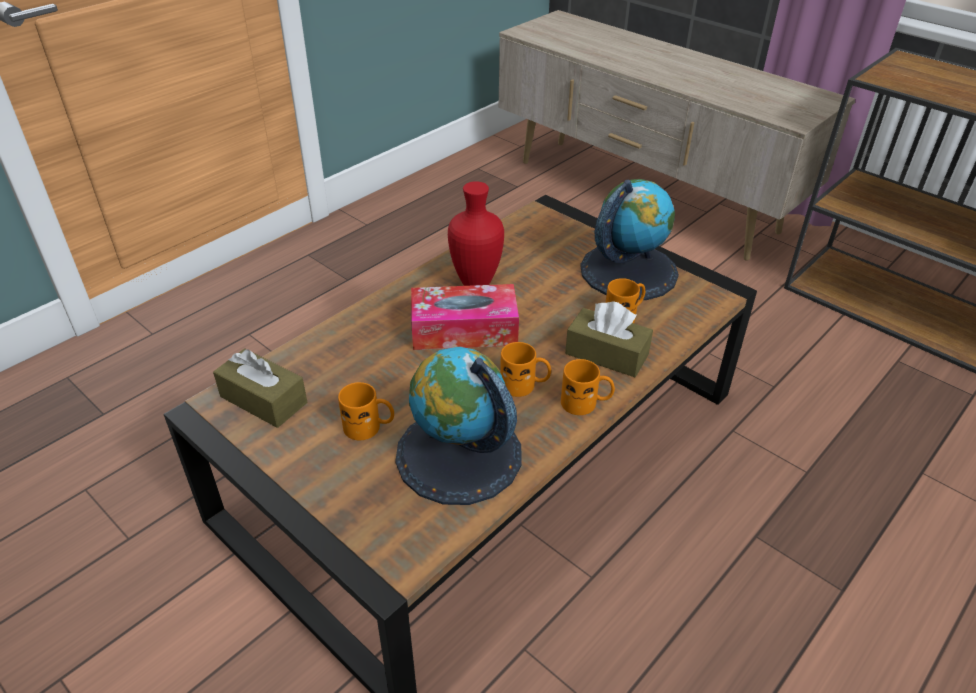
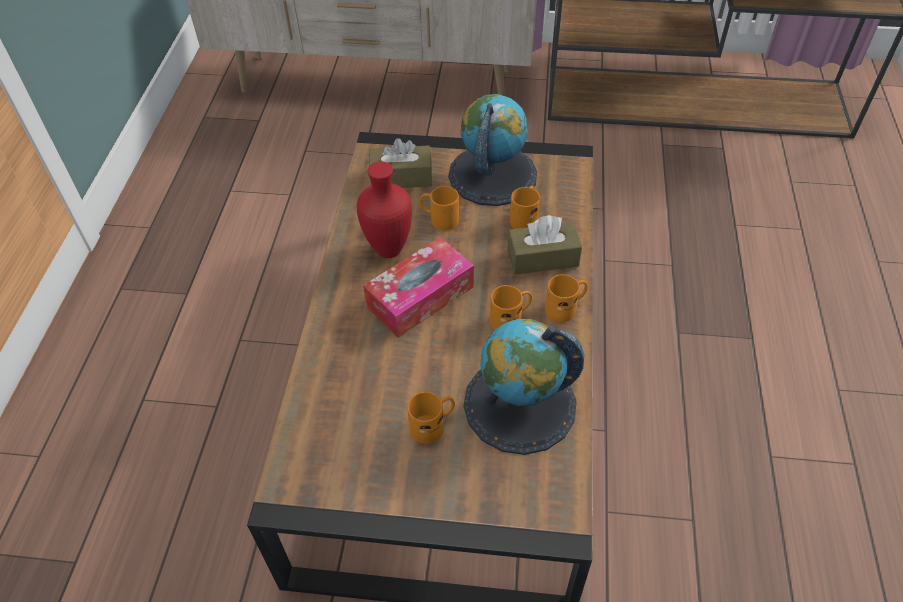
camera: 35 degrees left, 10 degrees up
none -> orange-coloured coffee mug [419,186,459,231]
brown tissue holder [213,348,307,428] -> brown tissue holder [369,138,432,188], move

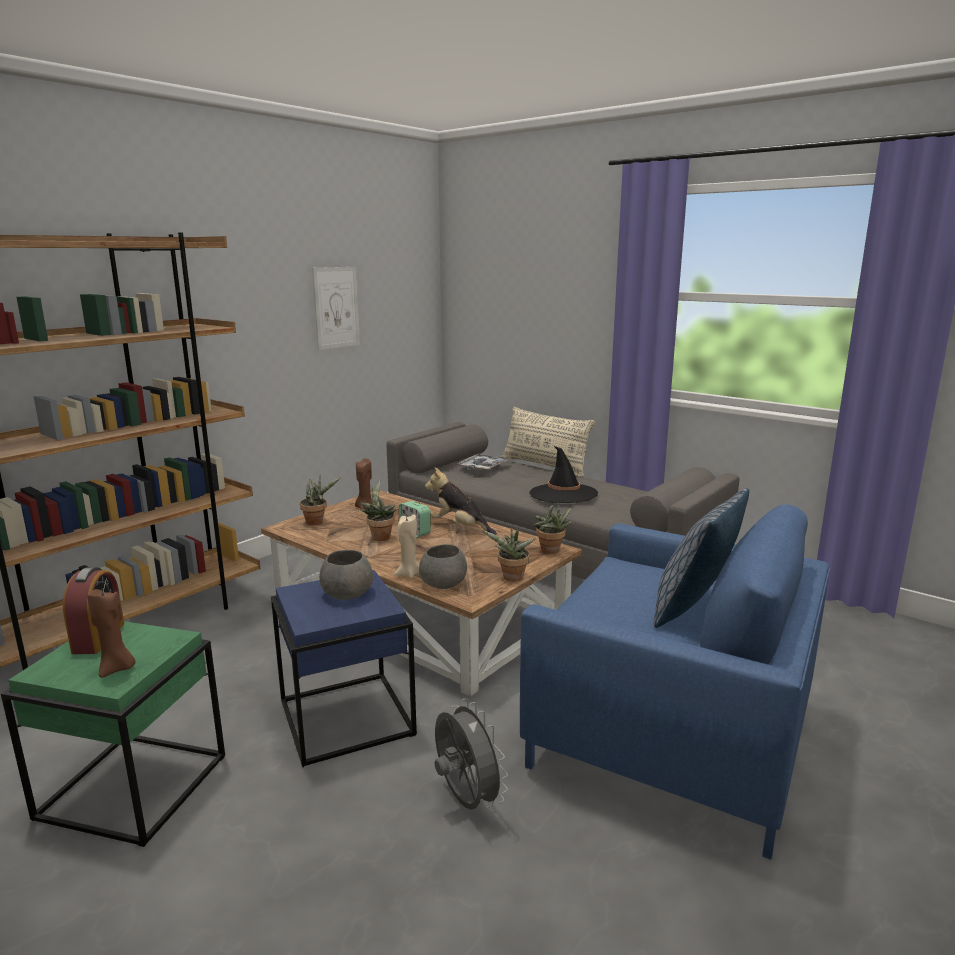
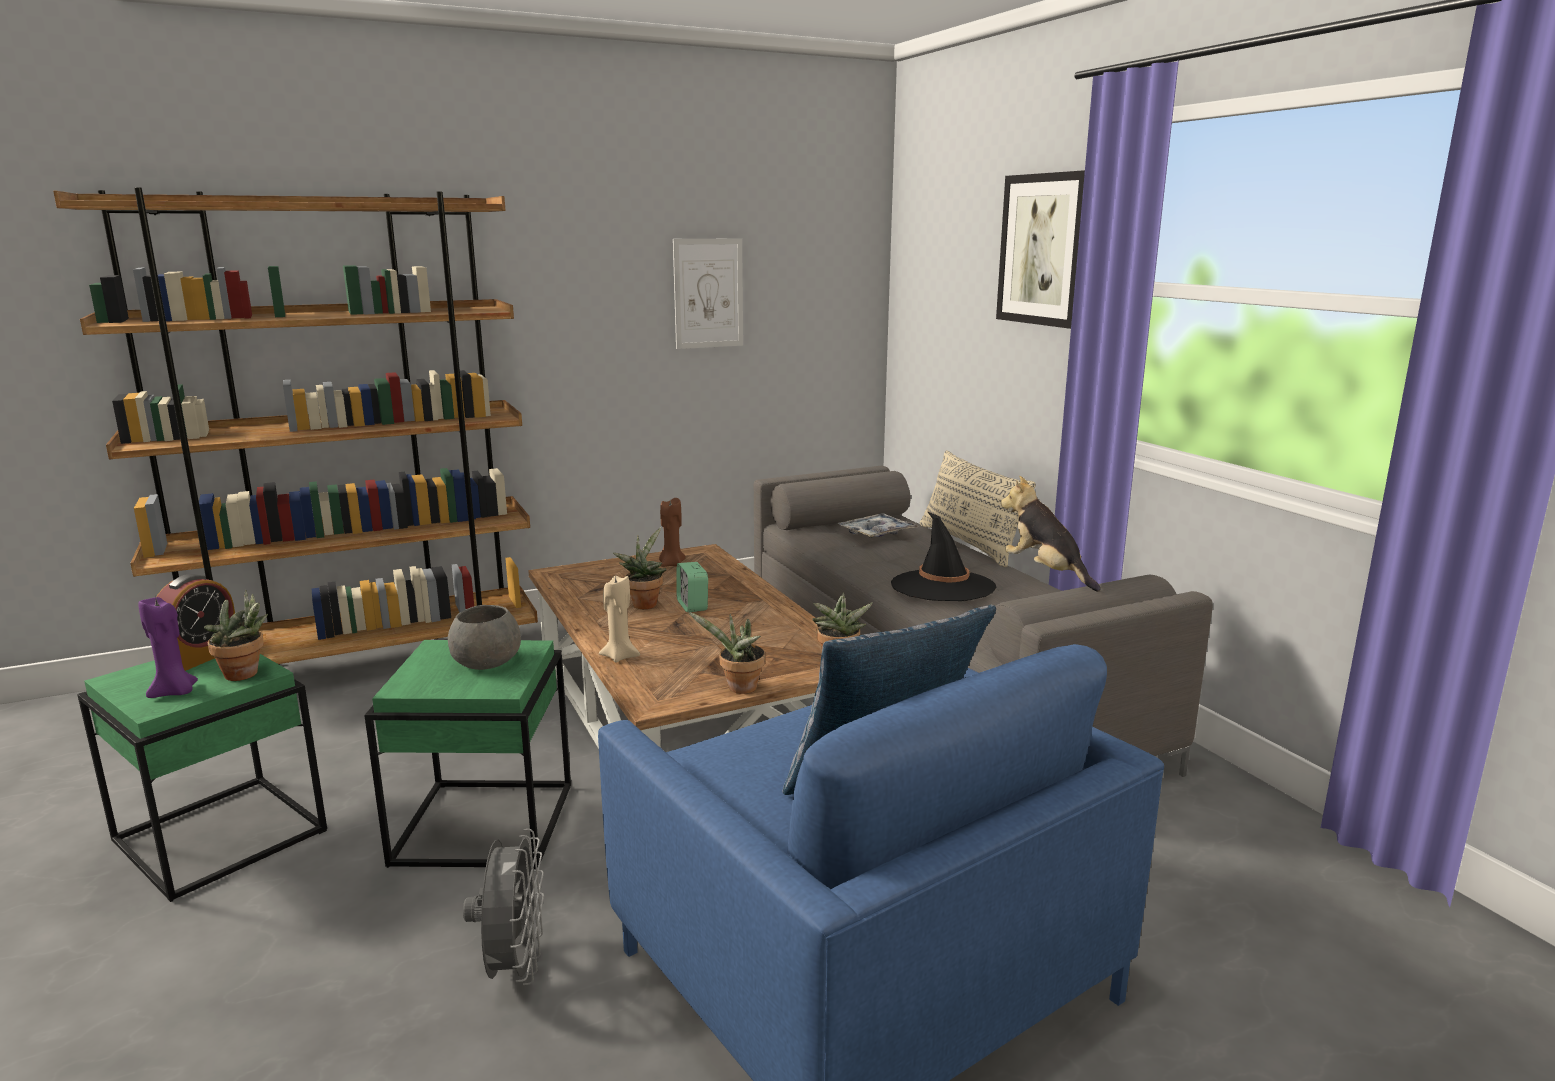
camera: 25 degrees right, 0 degrees up
gray bowl [419,544,467,589] -> none
none -> wall art [996,170,1085,329]
plant in a pot [300,476,340,525] -> plant in a pot [204,590,268,681], move
soft toy [425,467,497,535] -> soft toy [1001,476,1101,591], move
brown wax light [88,589,136,678] -> purplish wax light [138,596,198,698]
blue side table [271,570,417,767] -> greenish side table [364,640,571,869]

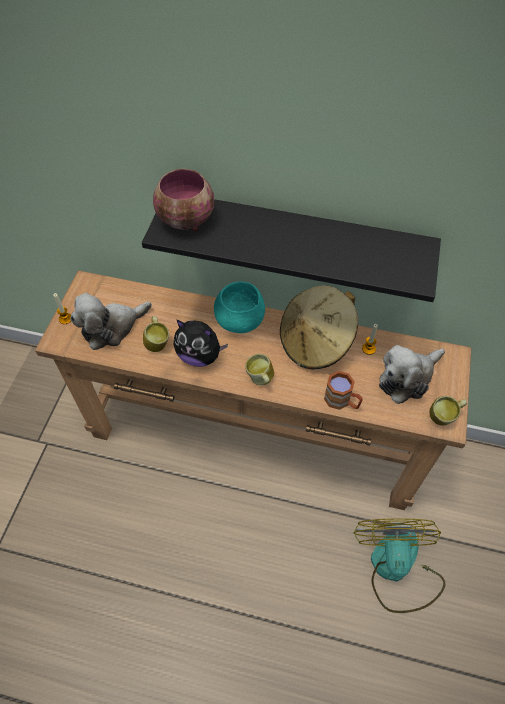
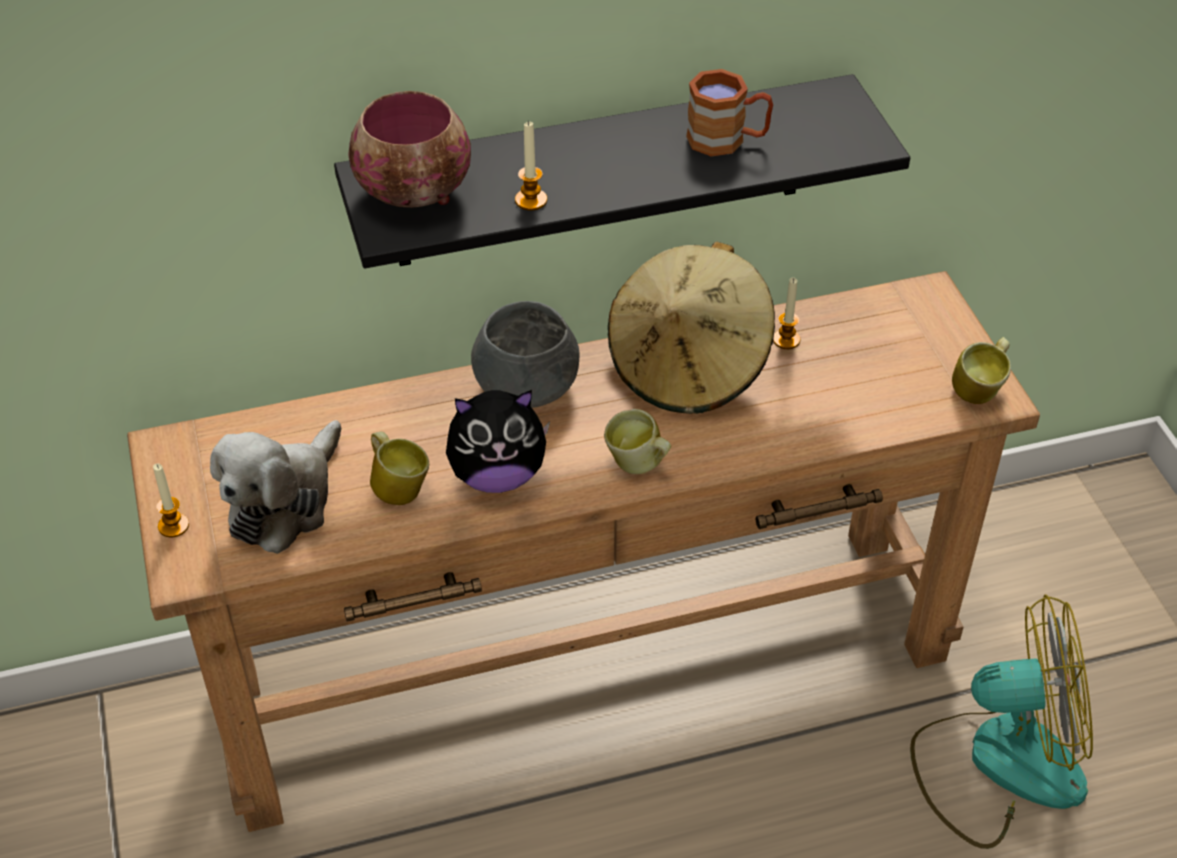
camera: 30 degrees left, 10 degrees down
soft toy [379,345,445,404] -> none
none -> wax light [515,121,547,210]
brown coffee mug [324,371,363,410] -> brown coffee mug [686,69,773,156], move
turquoise bowl [214,282,265,333] -> gray bowl [471,301,579,408]
electric fan [354,518,446,613] -> electric fan [910,594,1093,849], 120 degrees clockwise

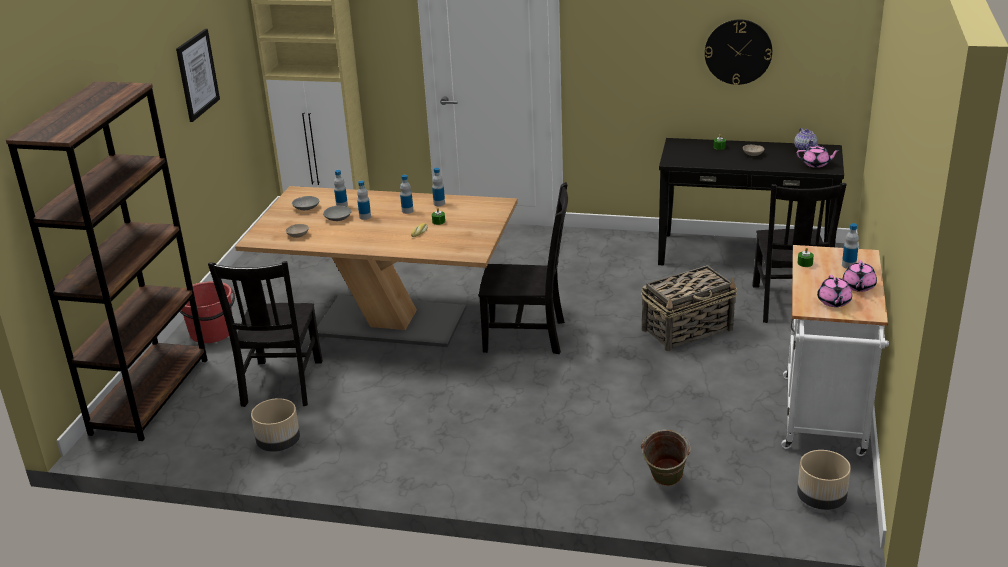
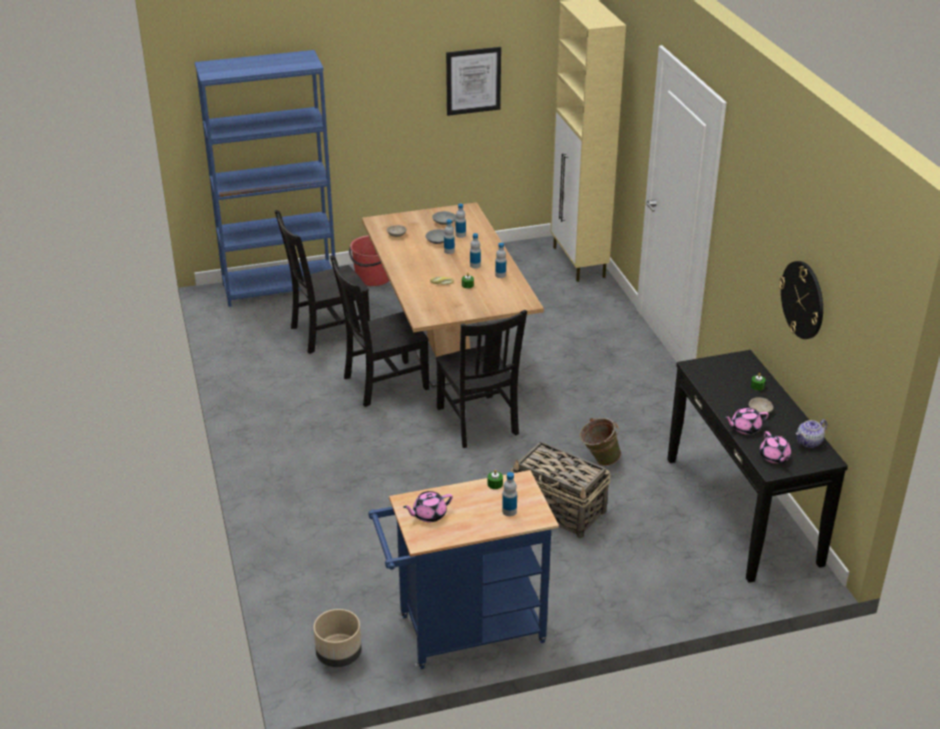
camera: 60 degrees right, 5 degrees up
beige-coloured flower pot [251,398,300,452] -> none
greenish pail [641,430,691,486] -> greenish pail [580,418,621,466], move
black plain chair [752,183,847,323] -> black plain chair [330,256,429,407], move
pink pot for tea [843,260,877,292] -> pink pot for tea [724,407,769,435], move
brown bookshelf [6,81,208,441] -> blue bookshelf [195,50,335,307]
white wheeled cart [782,245,889,456] -> blue wheeled cart [368,470,559,669]

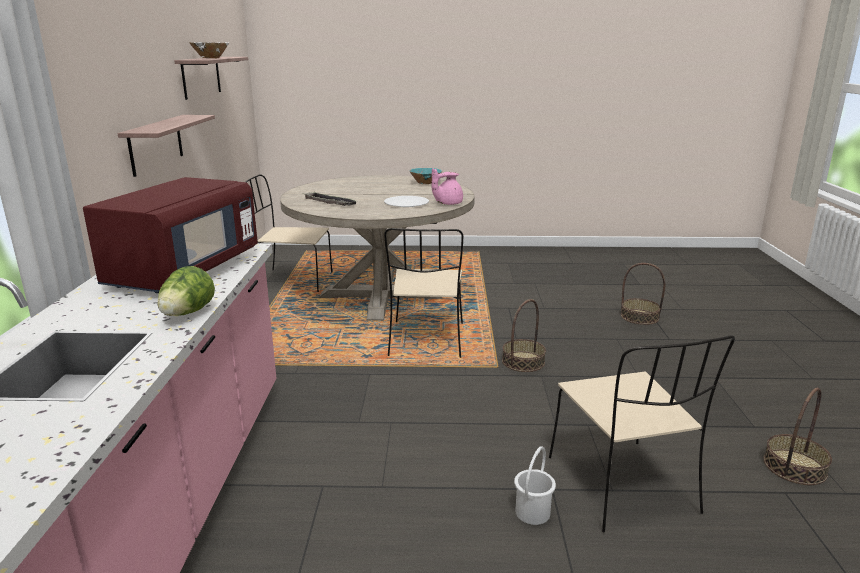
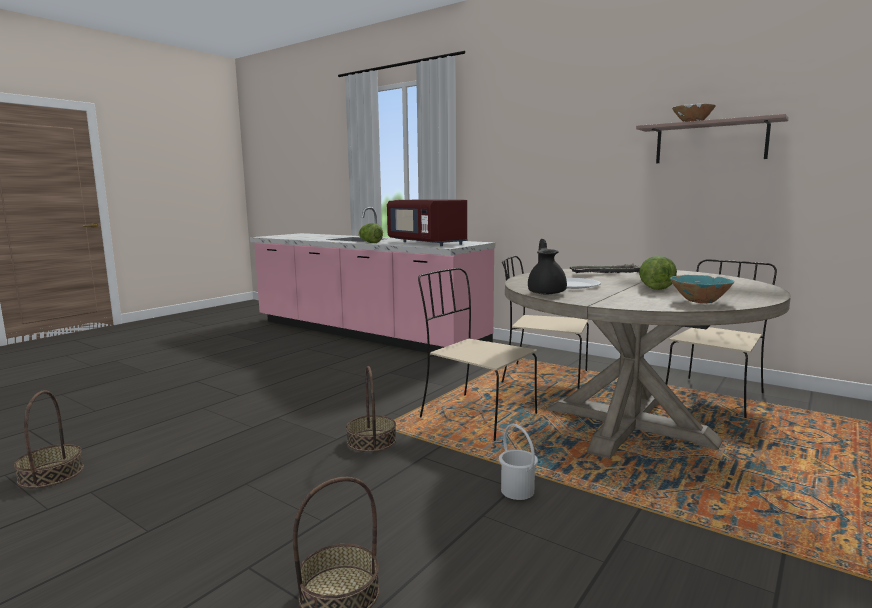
camera: 125 degrees right, 10 degrees down
wall shelf [117,115,215,177] -> none
none -> head of lettuce [639,256,677,290]
white pail [514,446,556,525] -> white pail [499,424,538,500], move
beige-coloured plain chair [549,335,735,532] -> beige-coloured plain chair [502,256,589,389], move
pink pot for tea [432,169,463,205] -> black pot for tea [528,239,567,294]

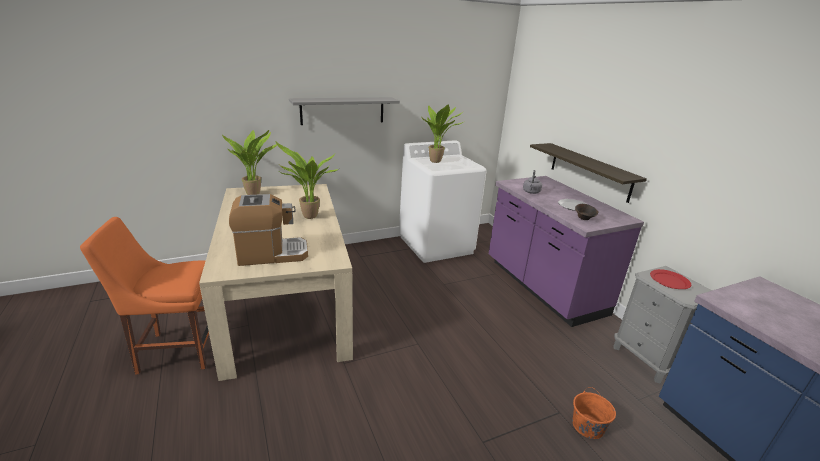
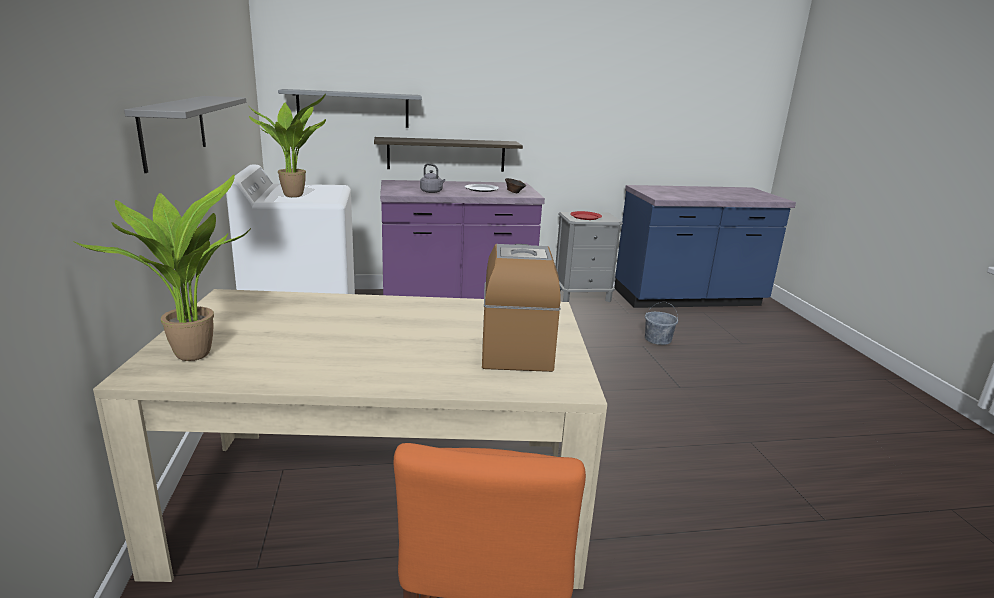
camera: 75 degrees left, 5 degrees down
plant in a pot [275,141,339,219] -> none
none -> gray wall shelf [278,89,422,128]
orange-coloured pail [572,387,616,439] -> gray pail [645,302,678,345]

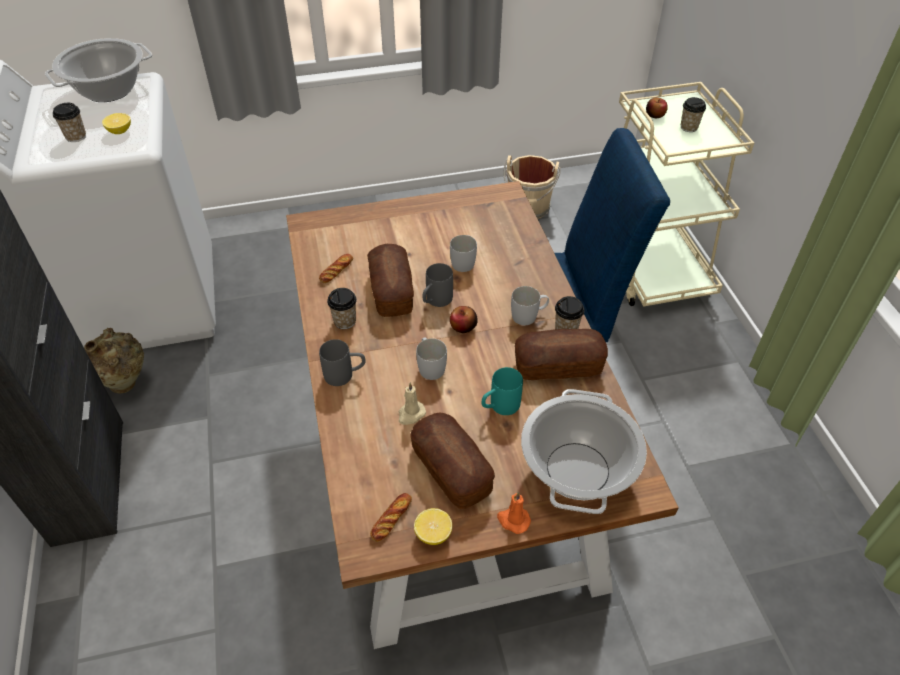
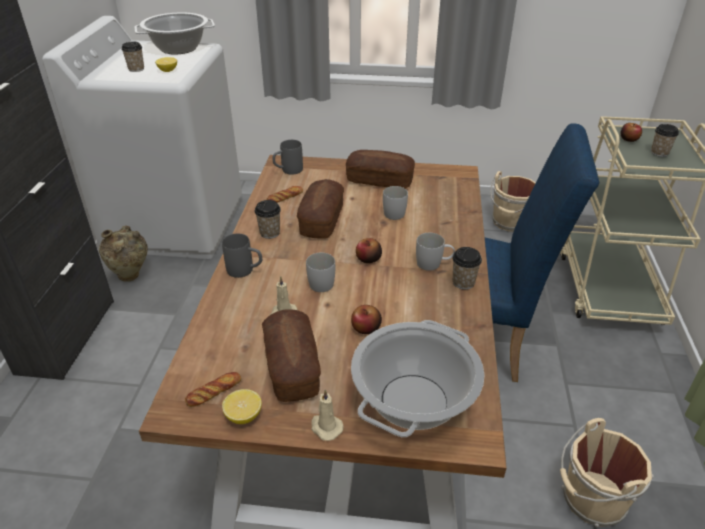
camera: 20 degrees right, 10 degrees down
none -> beige-coloured pail [560,418,654,527]
gray coffee mug [422,263,453,307] -> gray coffee mug [272,140,303,175], move
bread [515,329,608,380] -> bread [346,150,415,189], move
turquoise coffee mug [482,367,523,415] -> whole apple [351,305,382,334]
orange-coloured wax light [497,492,531,534] -> beige-coloured wax light [311,389,343,441]

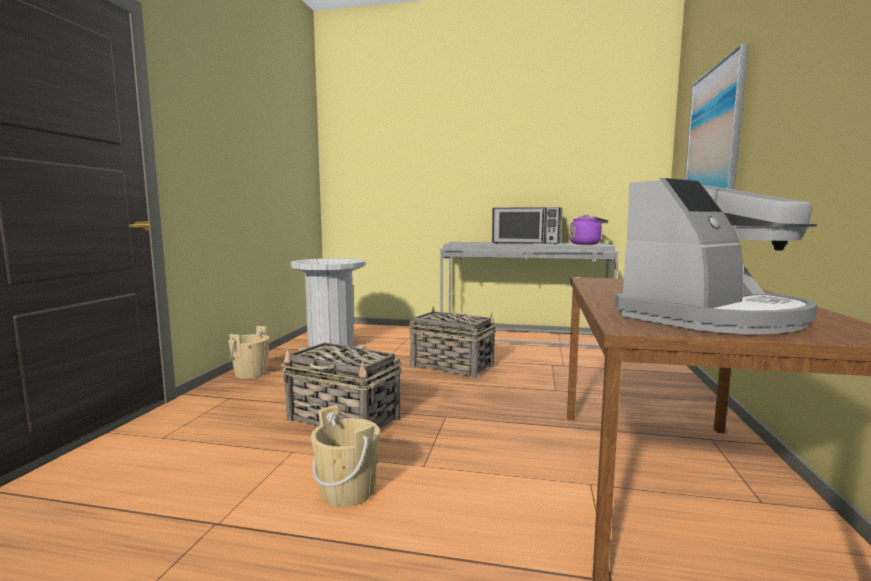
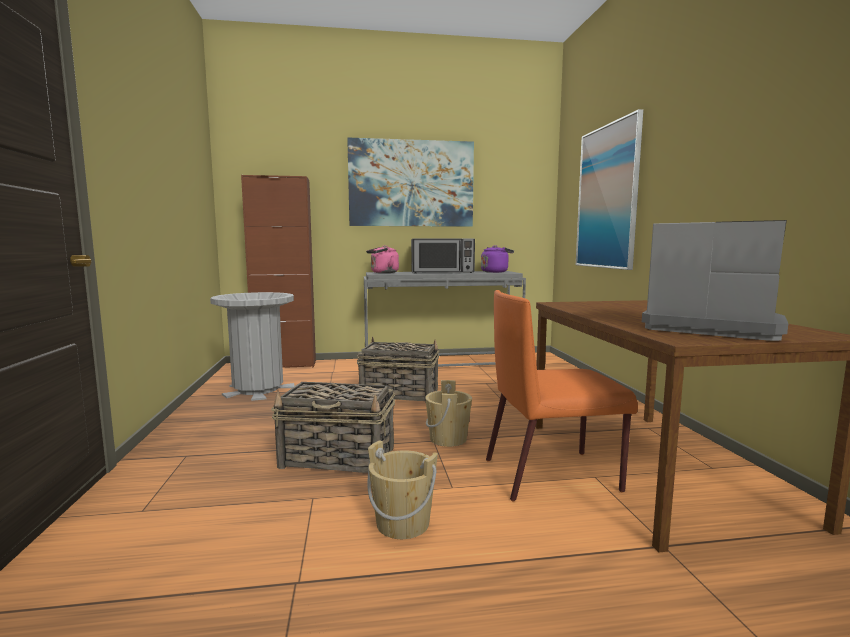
camera: 20 degrees left, 0 degrees up
none -> brown cupboard [241,175,316,368]
none -> wall art [347,137,474,227]
none -> pink tea kettle [366,245,399,273]
none -> orange-coloured plain chair [486,290,638,501]
beige-coloured pail [228,326,270,379] -> beige-coloured pail [425,380,472,447], move
coffee machine [615,178,818,334] -> coffee machine [642,220,788,341], 90 degrees counterclockwise

